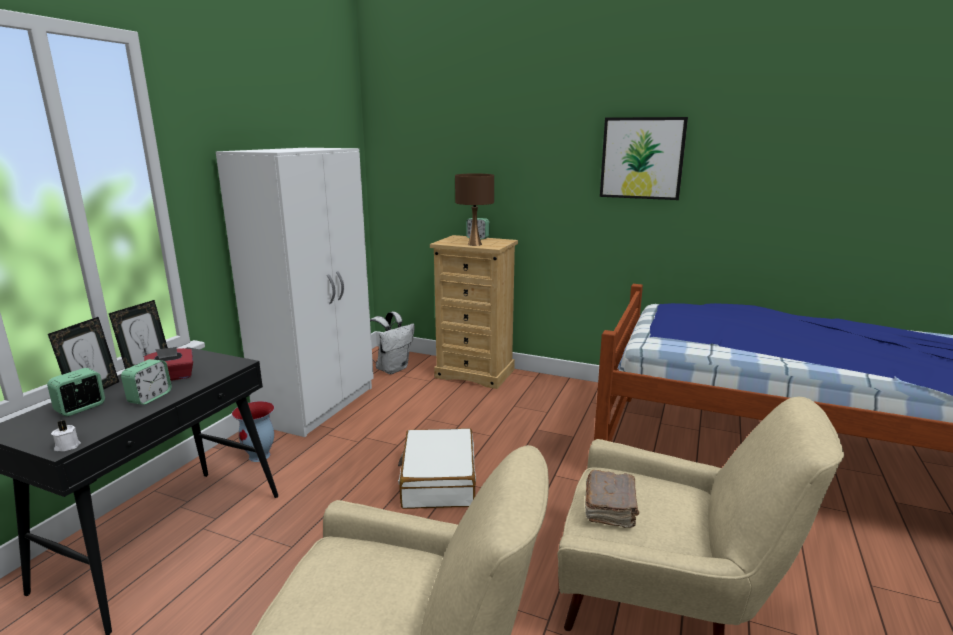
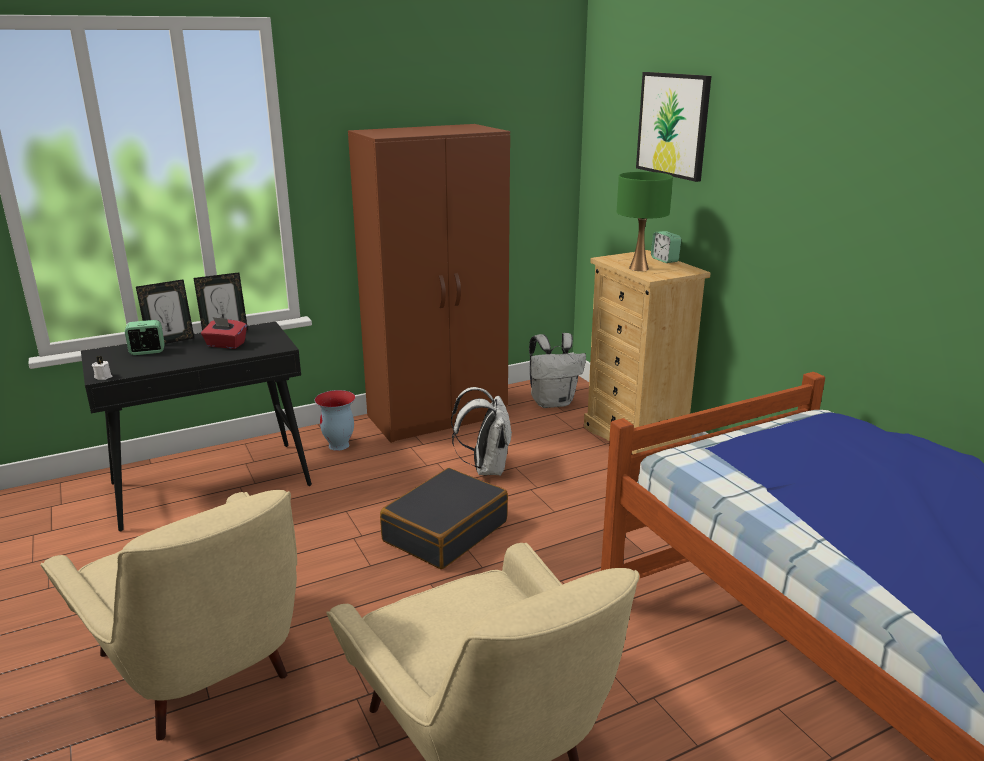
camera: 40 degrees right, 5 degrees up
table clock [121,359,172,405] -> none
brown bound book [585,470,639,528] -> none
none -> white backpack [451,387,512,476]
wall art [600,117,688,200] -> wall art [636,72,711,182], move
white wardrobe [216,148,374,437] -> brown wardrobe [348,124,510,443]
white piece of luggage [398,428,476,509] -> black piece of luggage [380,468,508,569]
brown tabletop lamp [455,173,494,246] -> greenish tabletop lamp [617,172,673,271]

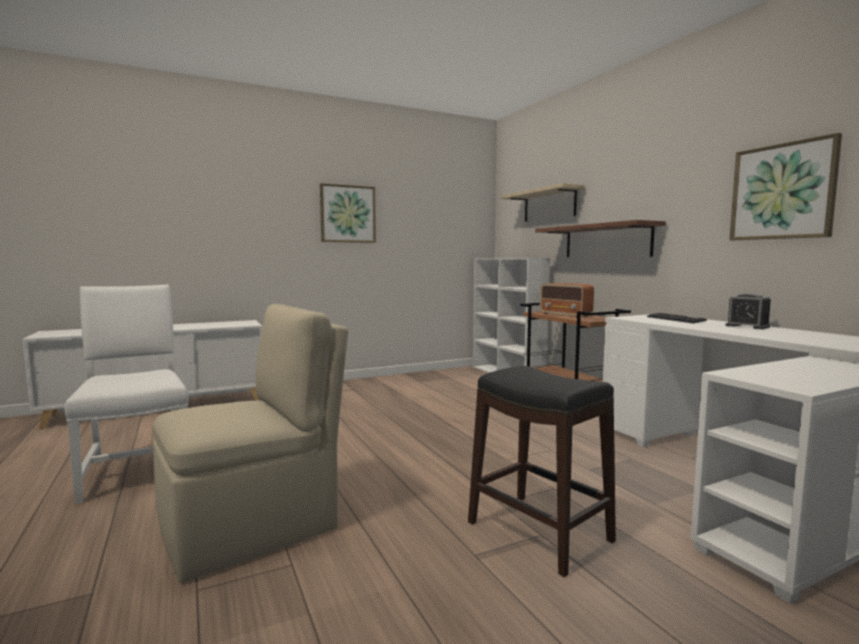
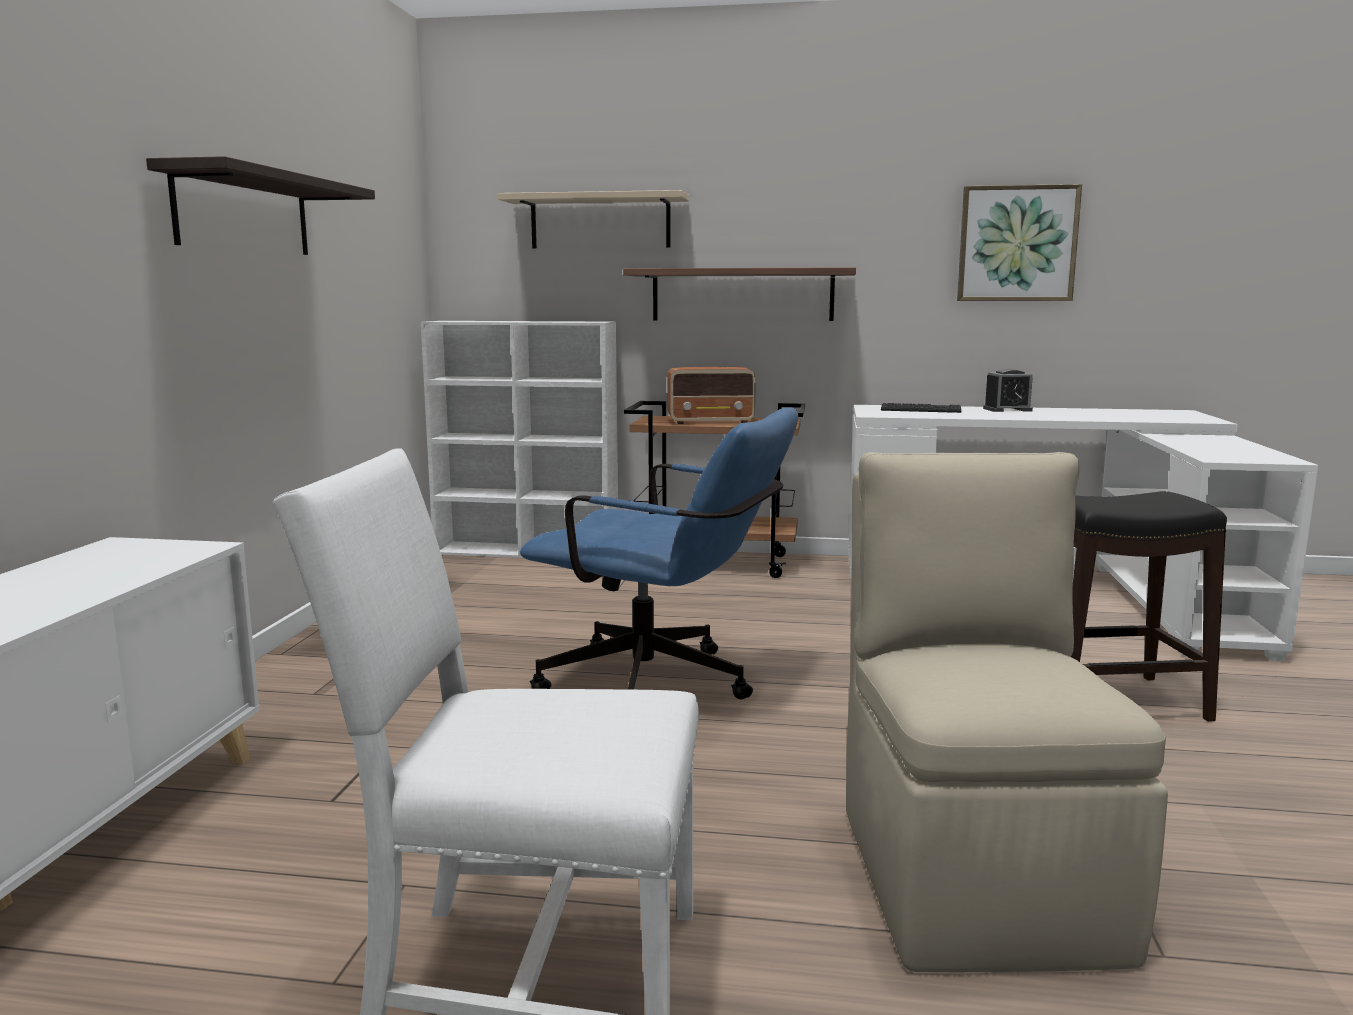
camera: 55 degrees left, 5 degrees up
none -> blue desk chair [520,407,798,699]
wall art [320,183,376,243] -> wall shelf [146,156,375,255]

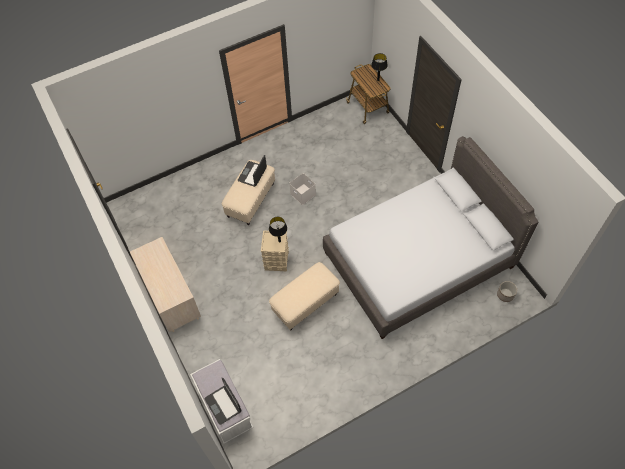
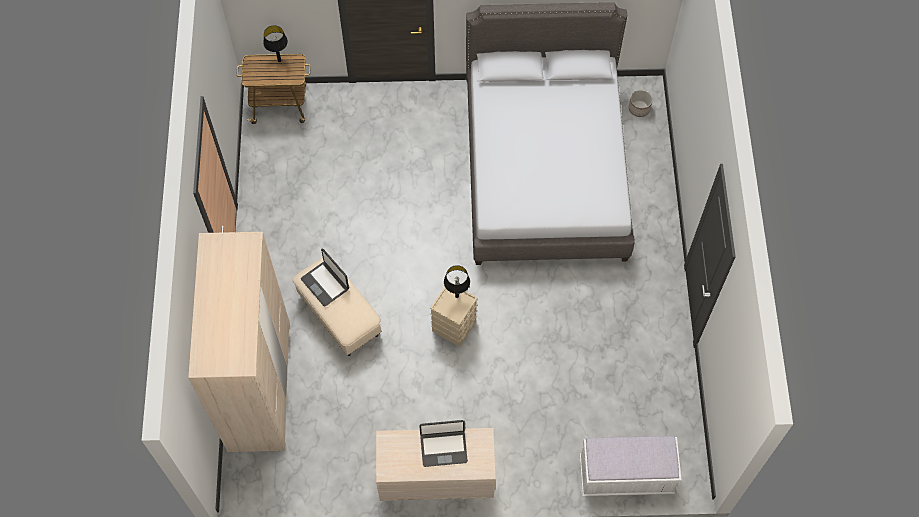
camera: 65 degrees left, 5 degrees up
beige-coloured pouffe [269,262,340,330] -> none
white storage bin [289,173,316,205] -> none
none -> beige-coloured wardrobe [188,232,290,452]
portable computer [204,378,241,425] -> portable computer [419,420,468,467], move

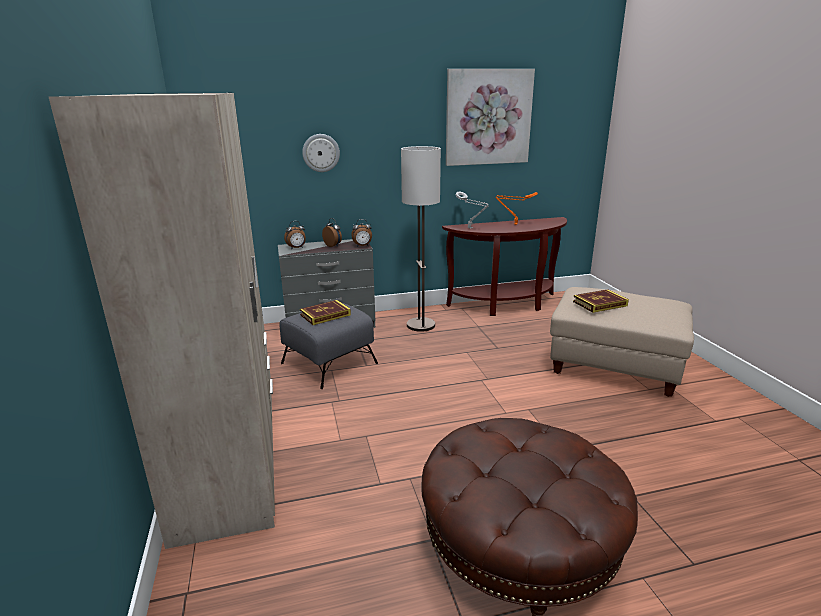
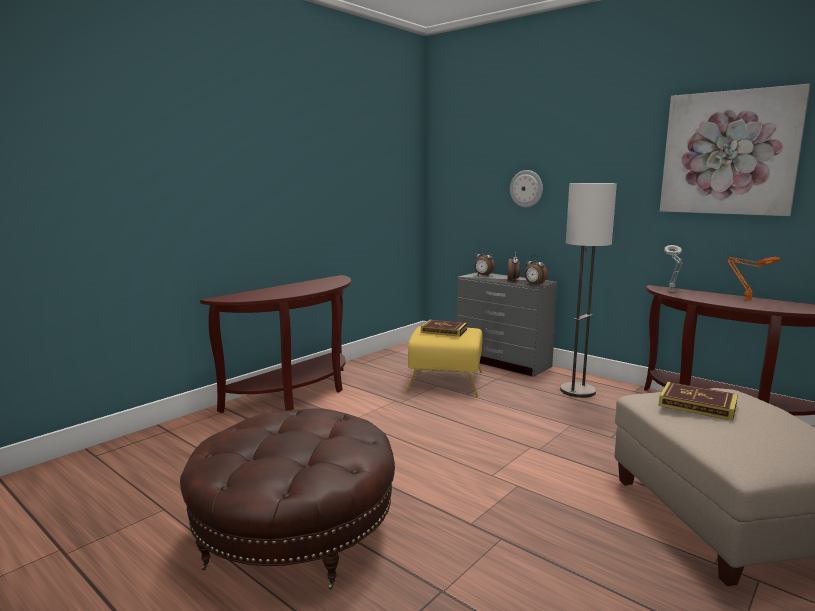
camera: 55 degrees right, 10 degrees down
beige-coloured wardrobe [49,93,275,549] -> brown narrow table [200,275,351,413]
gray pouffe [279,303,378,389] -> yellow pouffe [406,326,483,397]

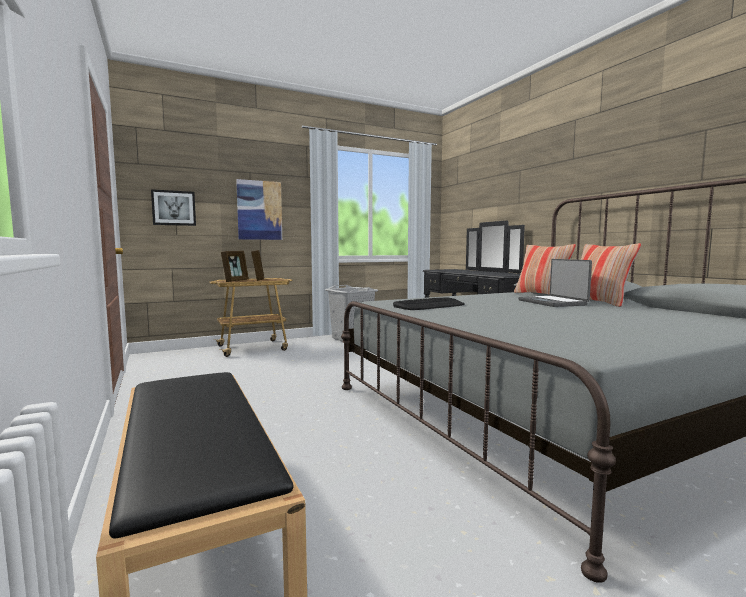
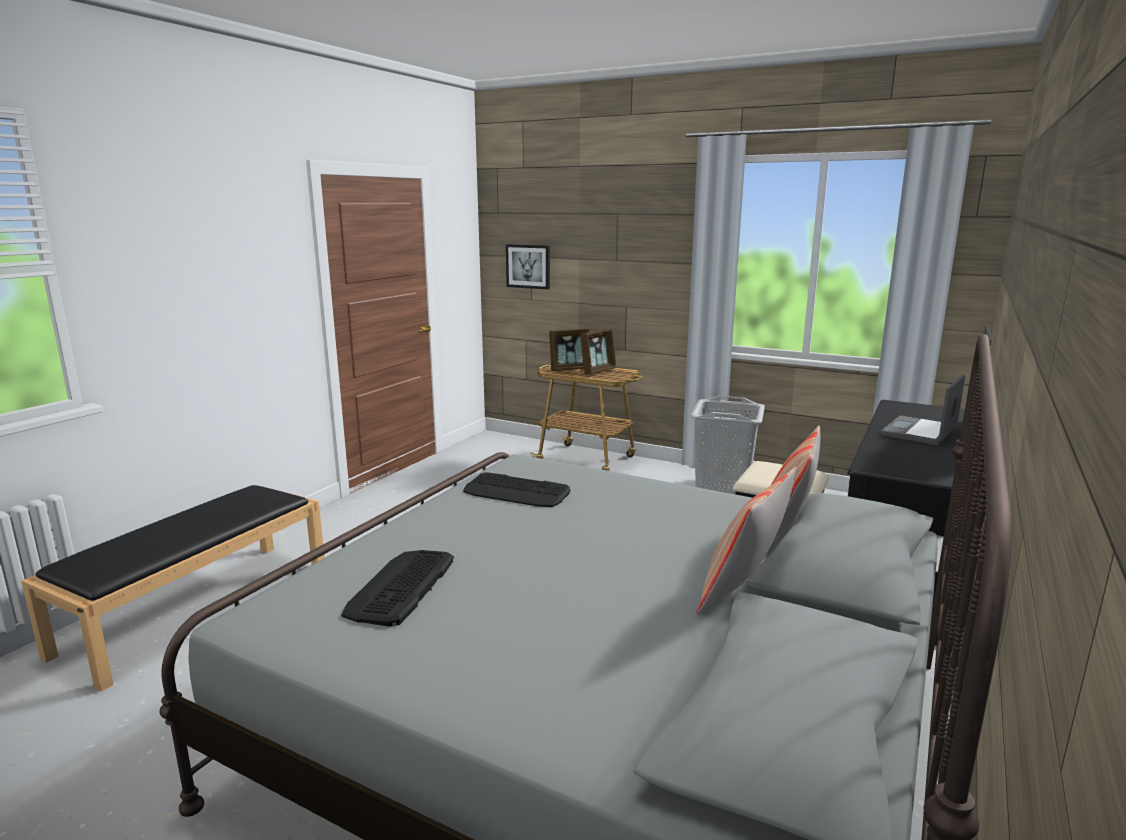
camera: 55 degrees right, 10 degrees up
wall art [236,179,282,240] -> none
none -> keyboard [341,550,454,627]
portable computer [518,259,592,307] -> portable computer [881,374,965,445], move

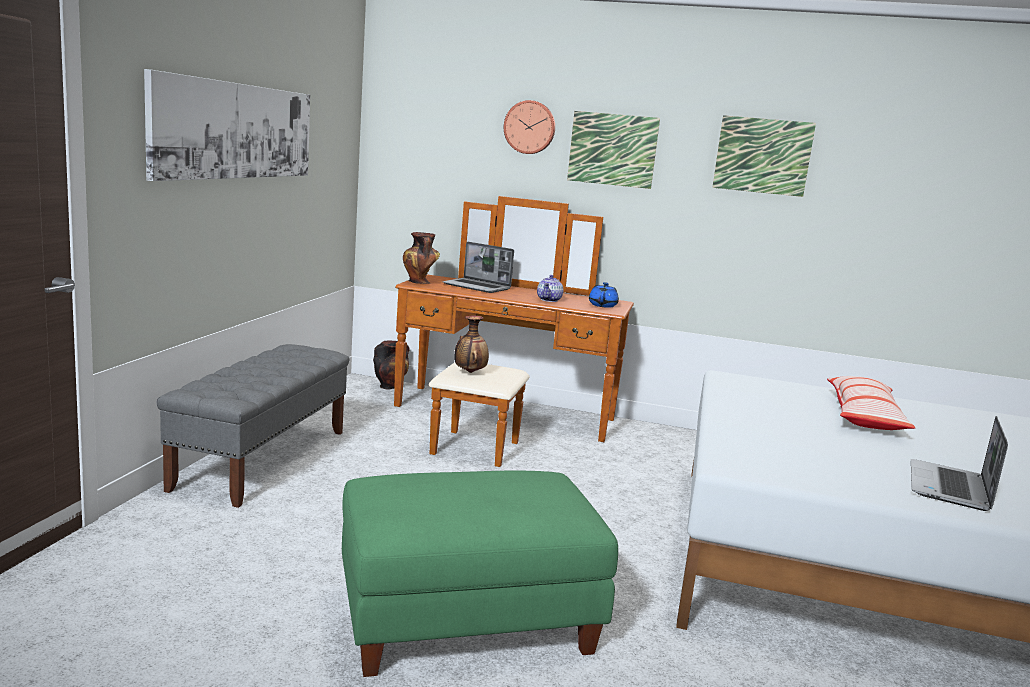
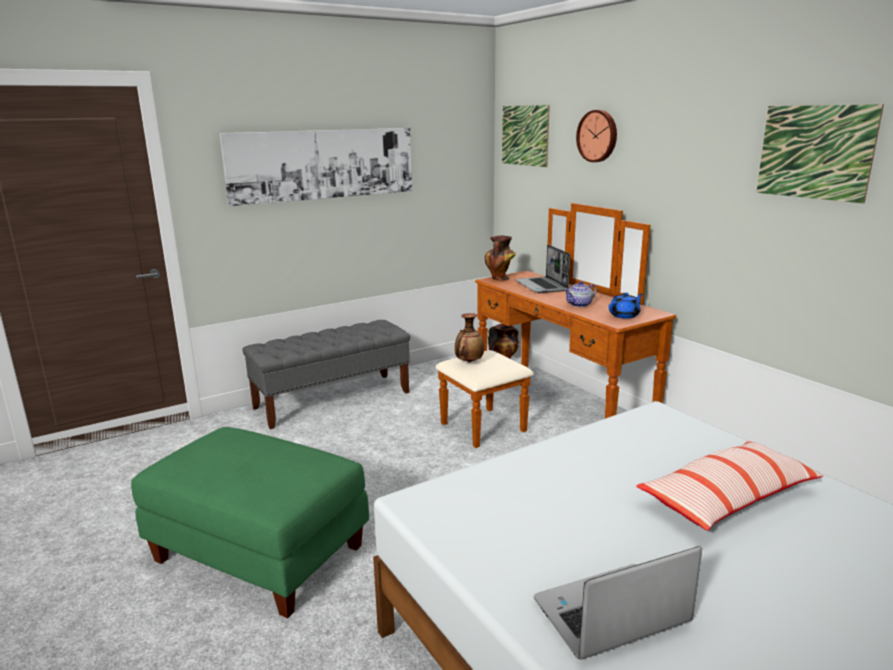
camera: 45 degrees right, 5 degrees up
wall art [567,111,660,189] -> wall art [502,105,550,167], move

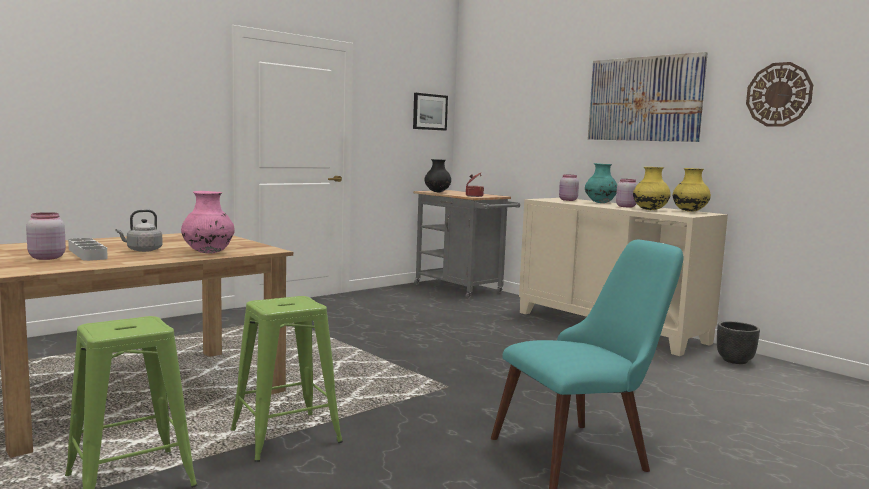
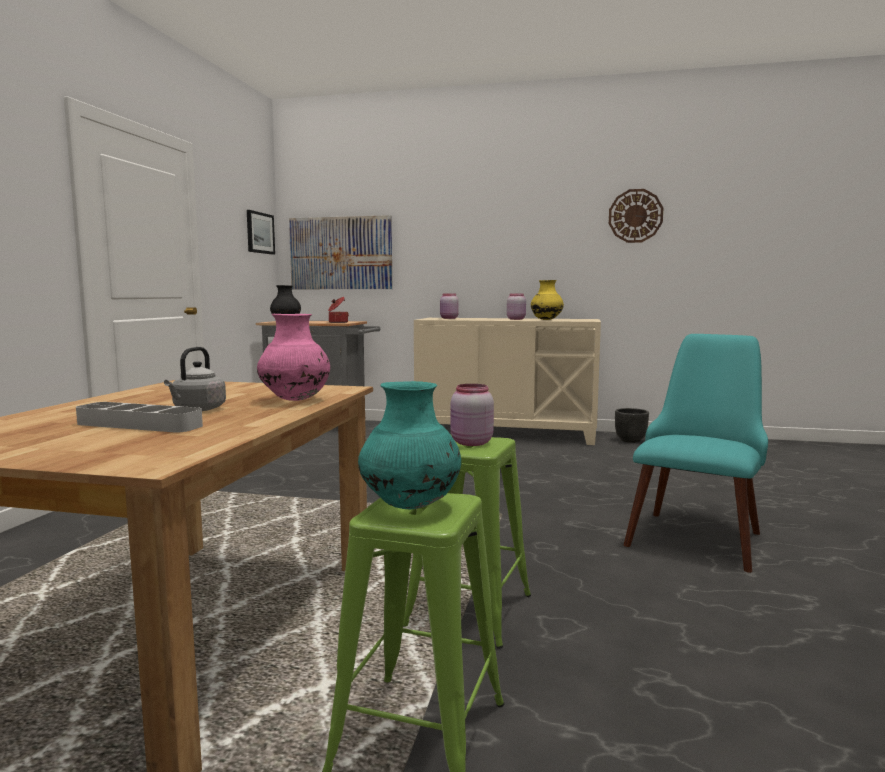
camera: 35 degrees left, 0 degrees up
yellow decorative vase [673,168,711,212] -> none
pink jar [26,212,66,260] -> pink jar [451,384,494,446], move
turquoise decorative vase [585,163,617,203] -> turquoise decorative vase [358,381,461,509], move
wall art [588,52,708,142] -> wall art [289,215,392,289], move

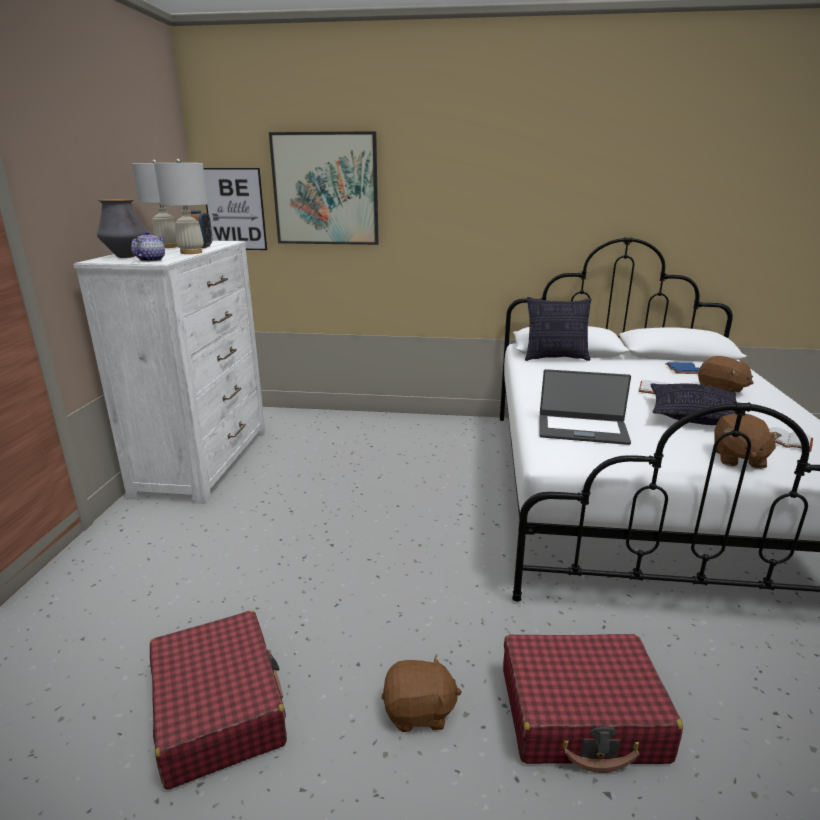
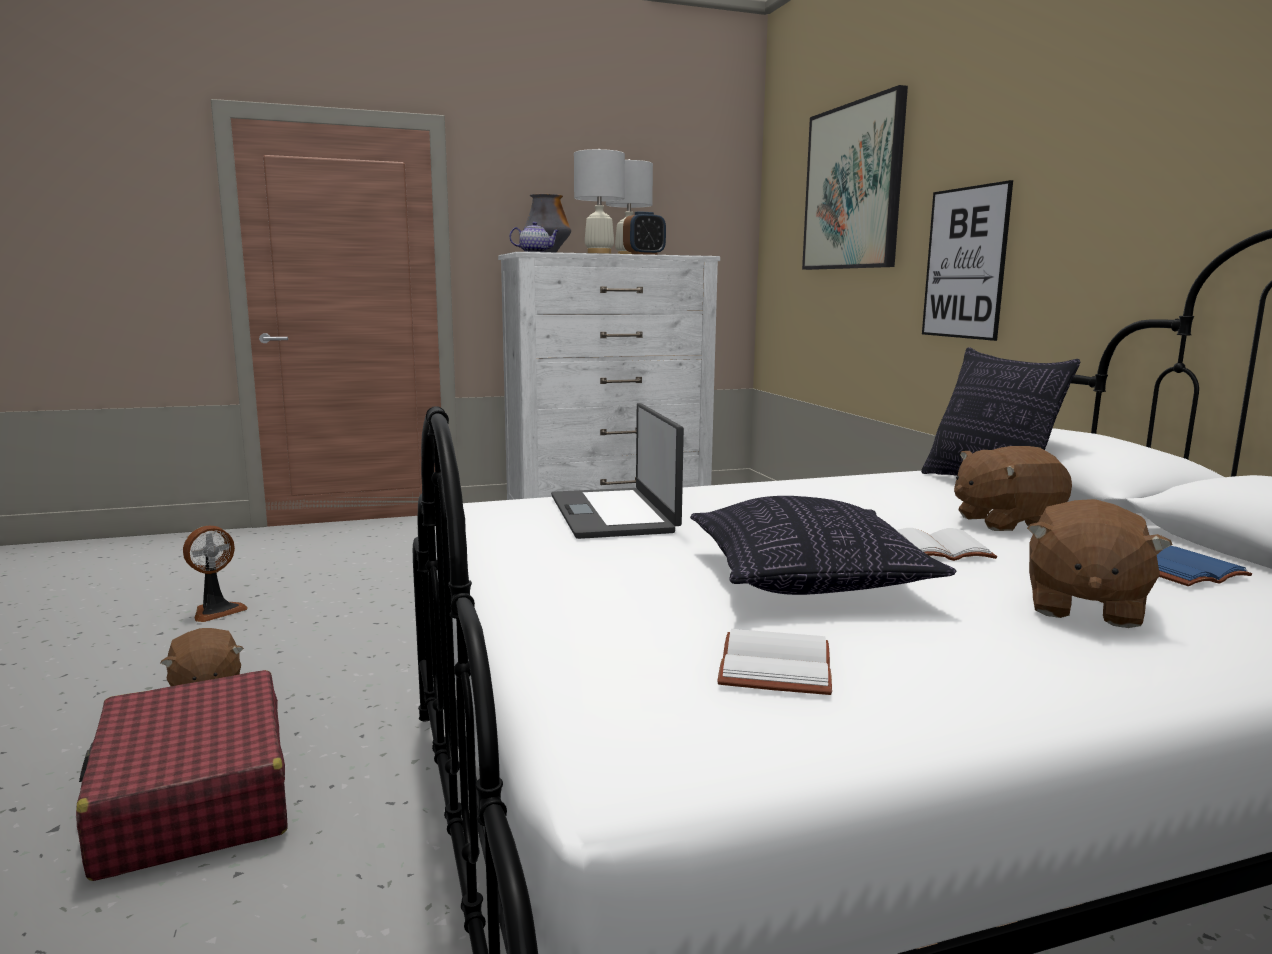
camera: 65 degrees right, 10 degrees down
wall art [203,168,267,250] -> wall art [922,180,1013,341], move
brown soft toy [715,413,782,469] -> brown soft toy [954,446,1072,531], move
red piece of luggage [150,610,287,790] -> electric fan [183,526,248,622]

